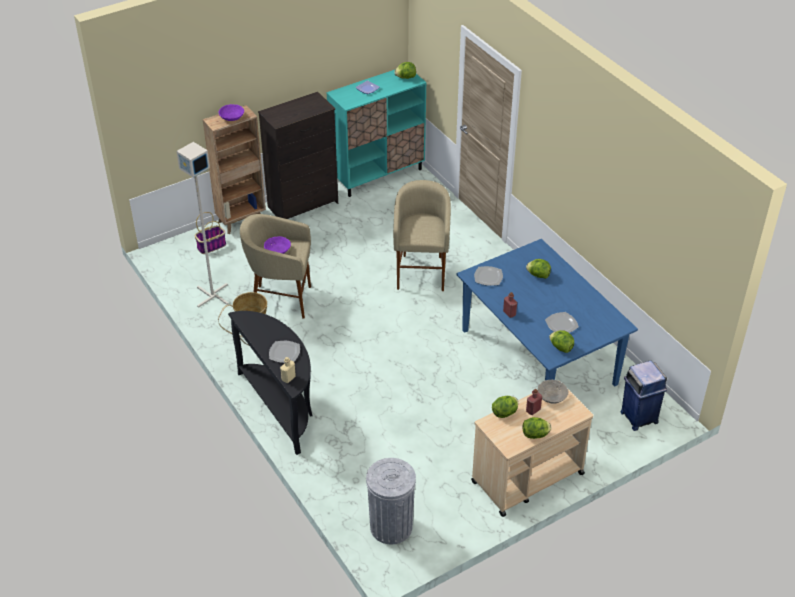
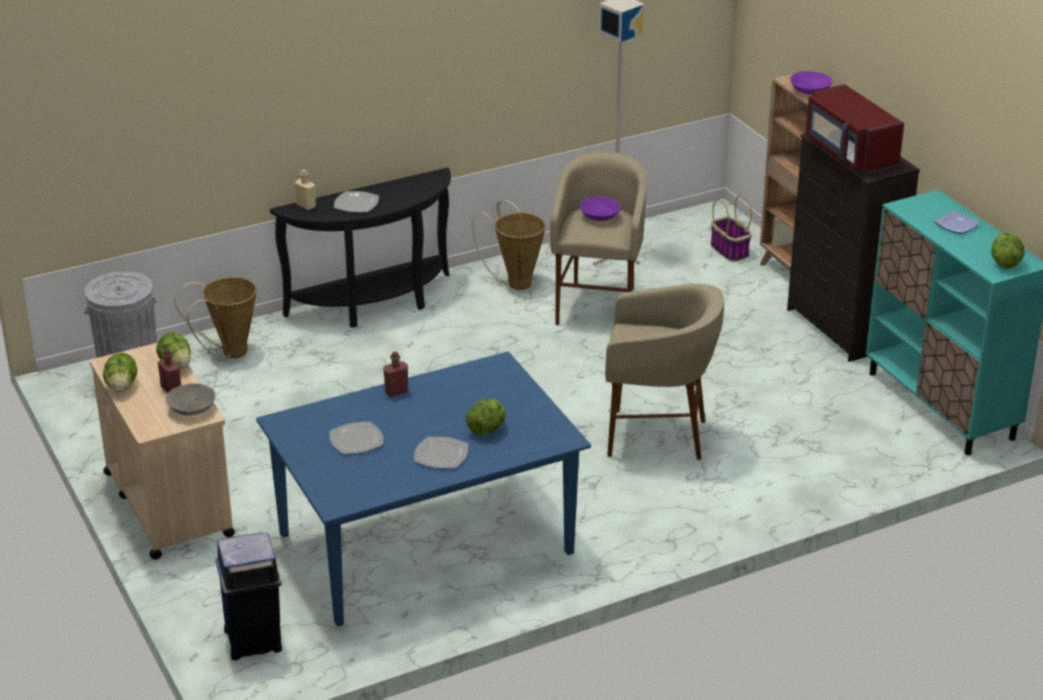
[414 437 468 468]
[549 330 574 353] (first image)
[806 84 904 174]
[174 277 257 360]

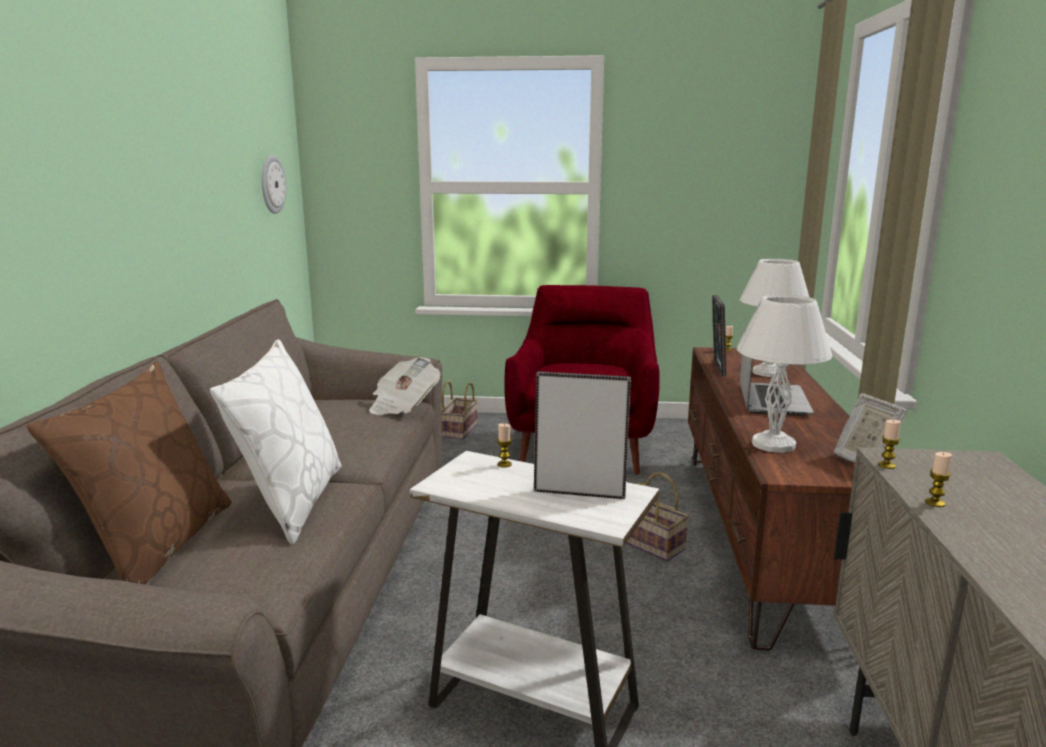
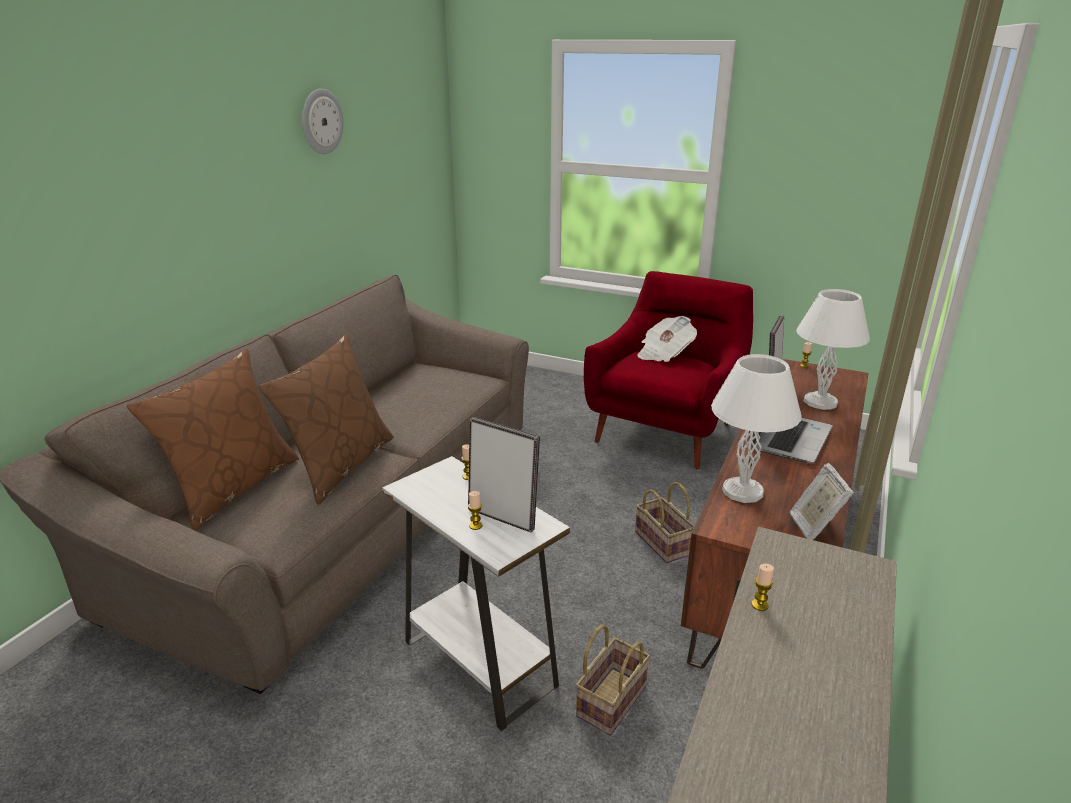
[302 89 344 154]
[259 334 394 505]
[637 316 697 362]
[576 625 650 736]
[468 491 482 530]

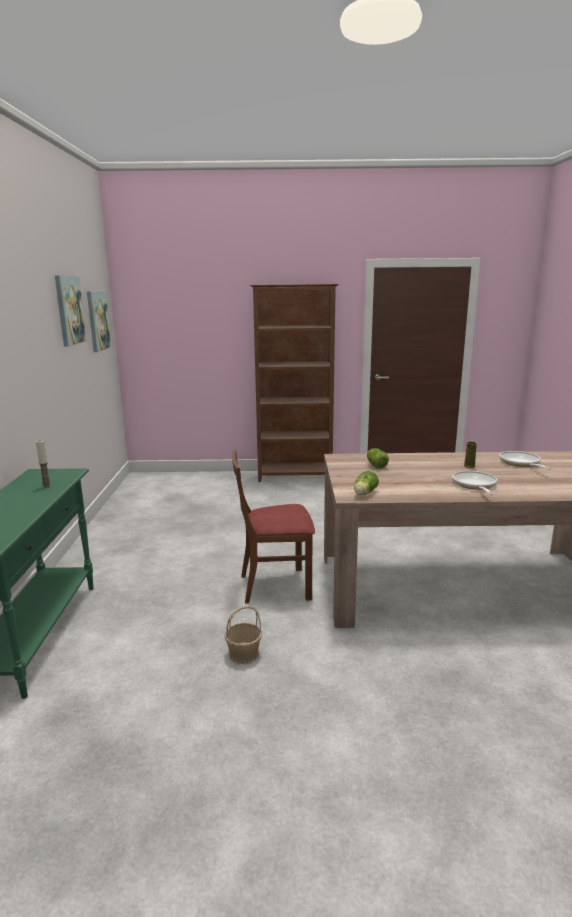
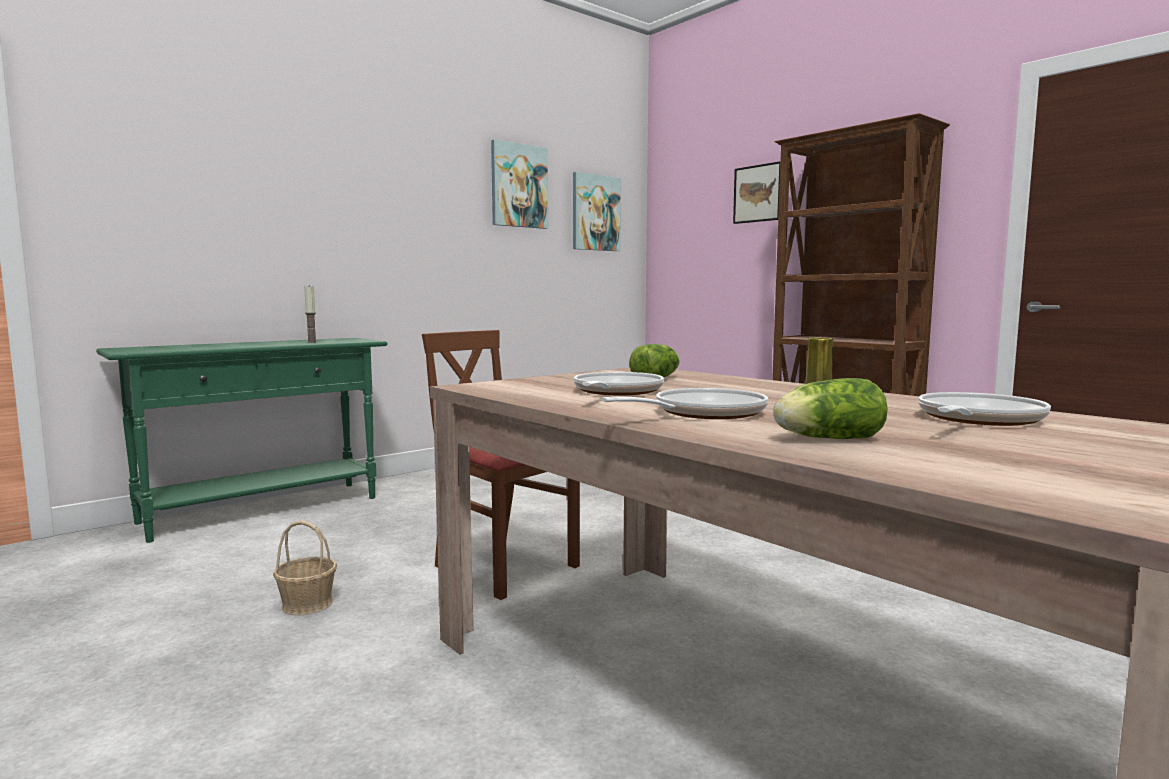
[773 378 888 439]
[733 161 780 224]
[574 372 664 395]

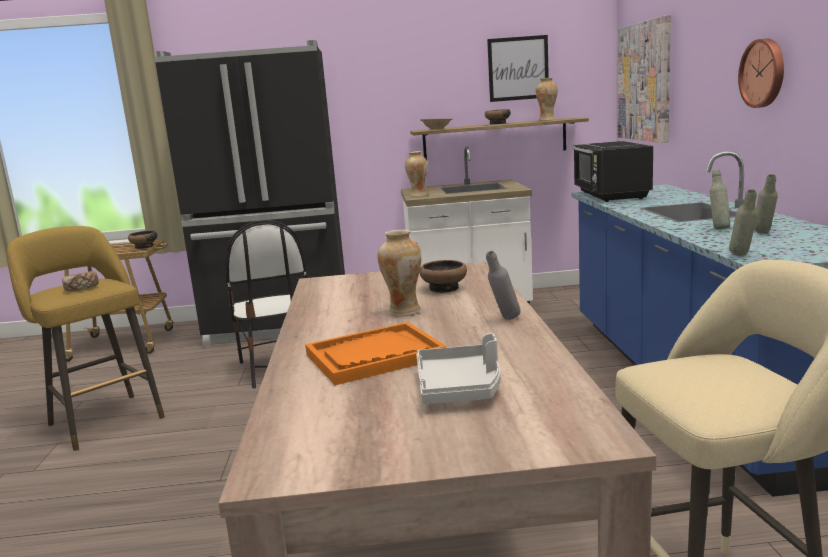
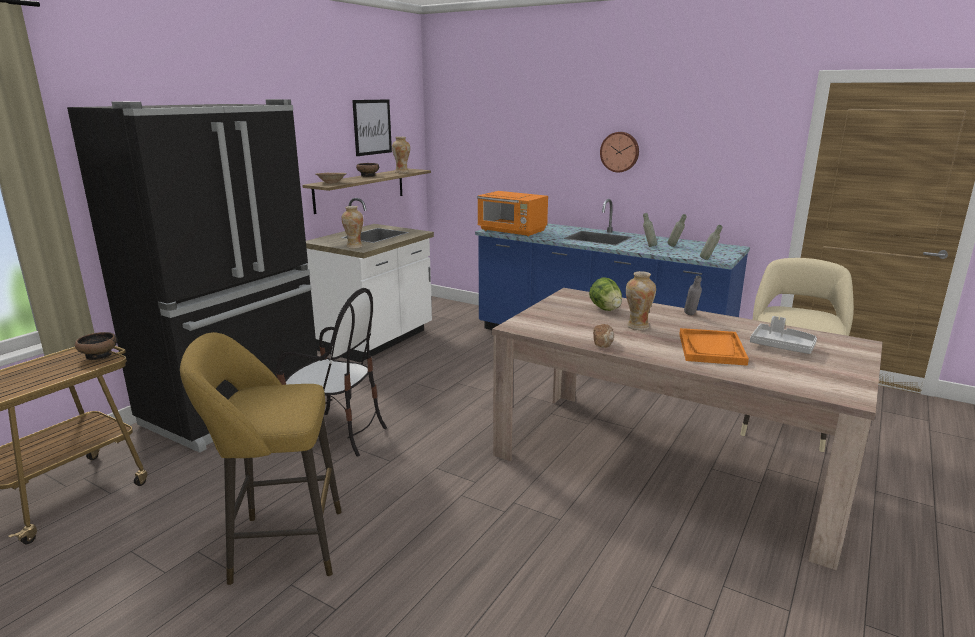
[618 15 671 143] (first image)
[477 191 548 237]
[589 277 622 311]
[593 324 614 348]

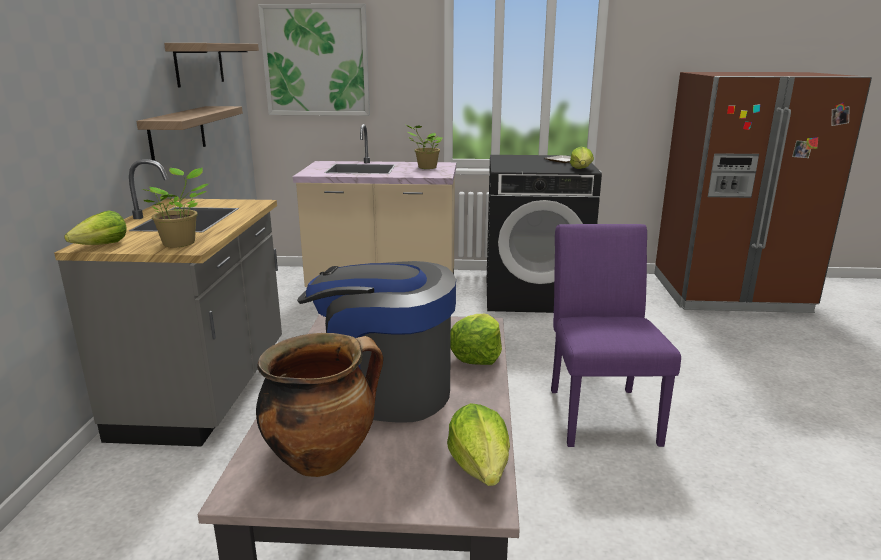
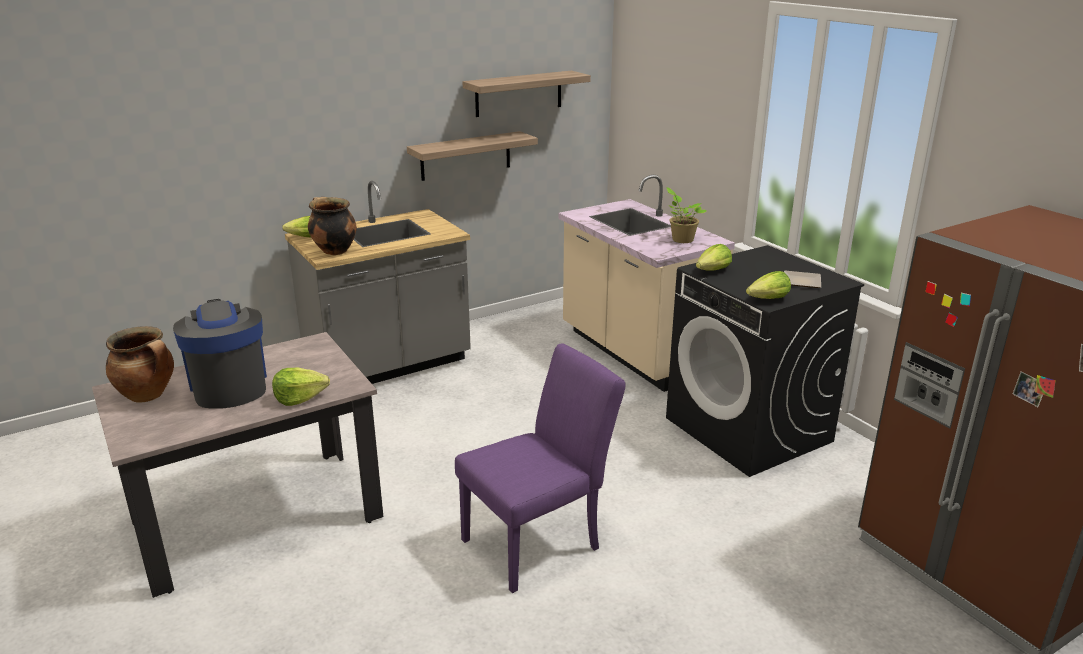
[258 4 370 116] (first image)
[308 197 357 255]
[696 244 732 271]

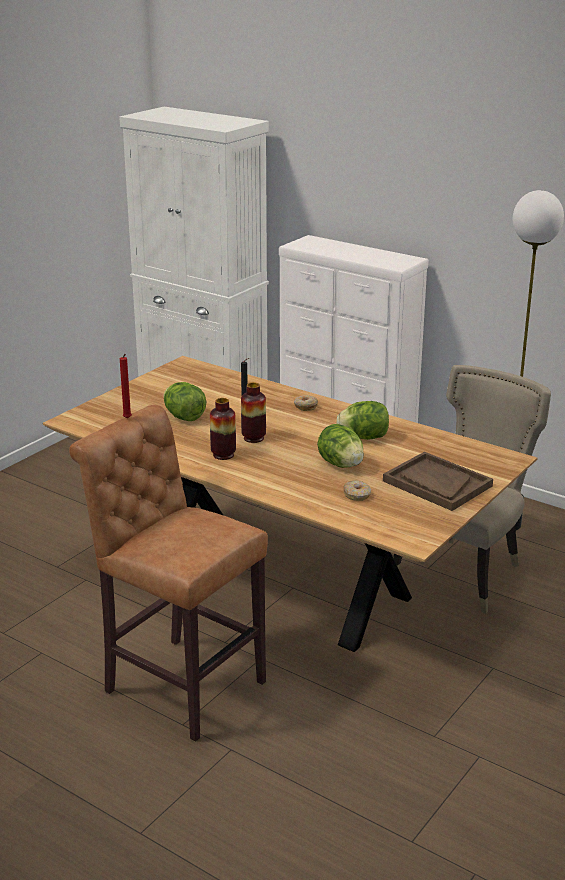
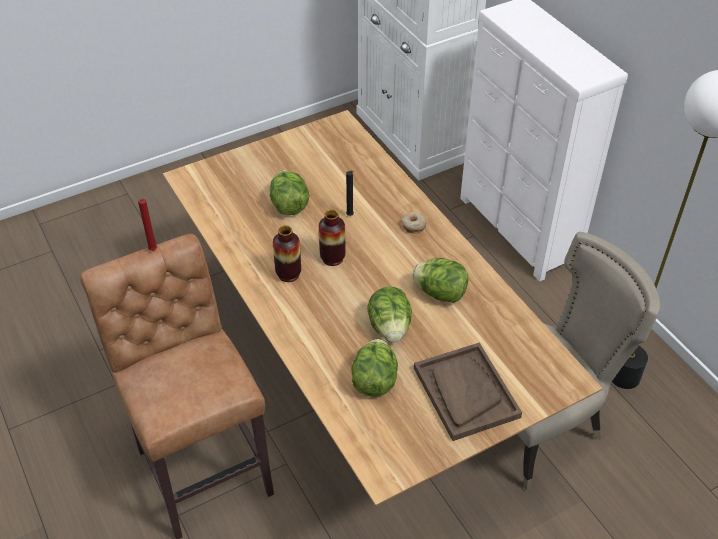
[352 339 398 397]

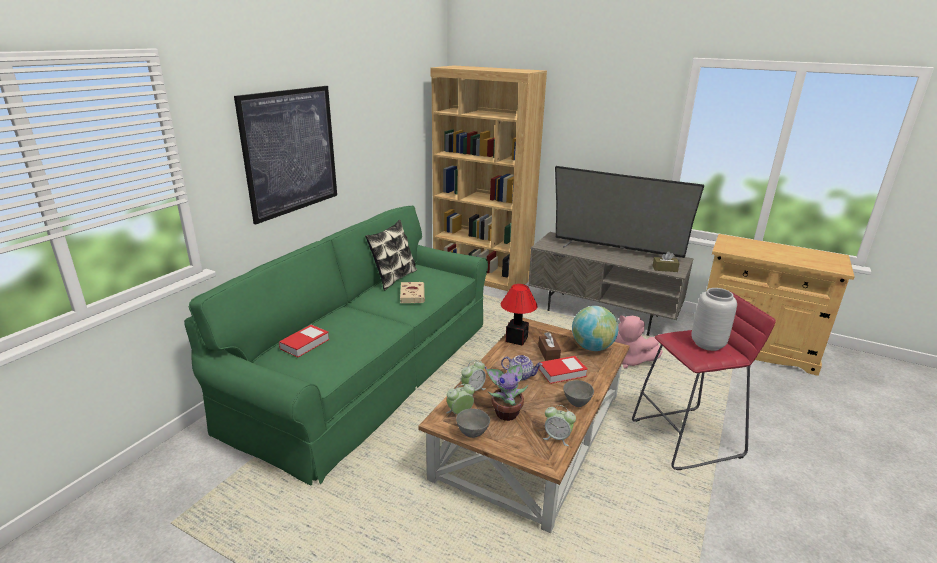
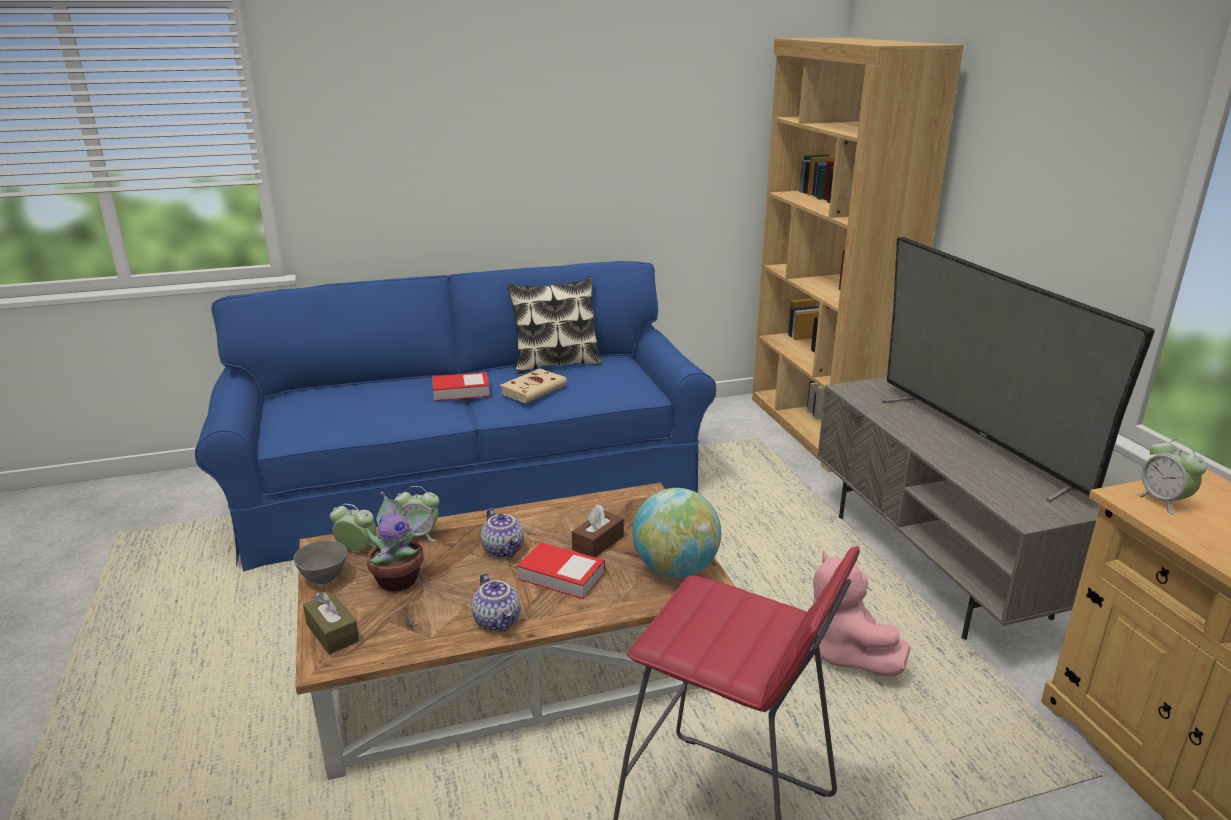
[234 86 337 224] (first image)
[195 261 716 571]
[303 592 359 655]
[501 284 538 345] (first image)
[692 288 737 351] (first image)
[432 372 490 401]
[472 573 521 631]
[1135 439 1207 515]

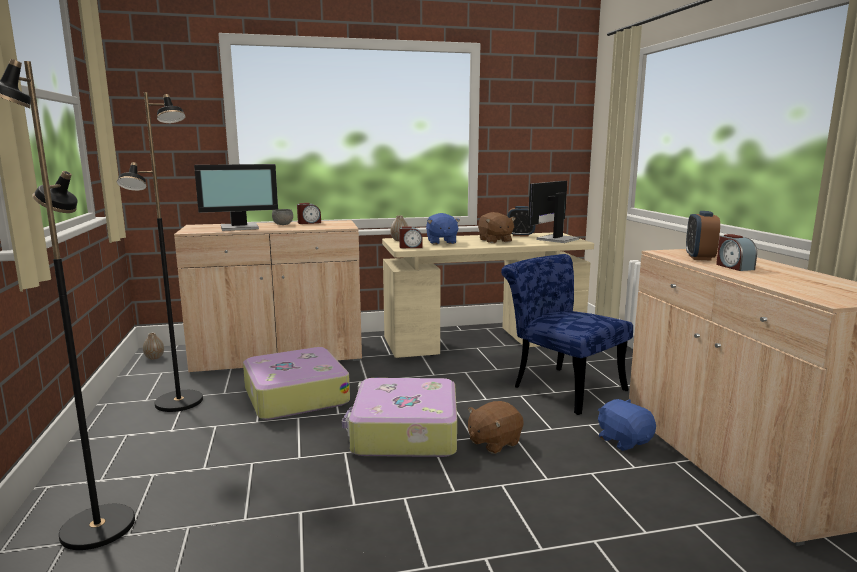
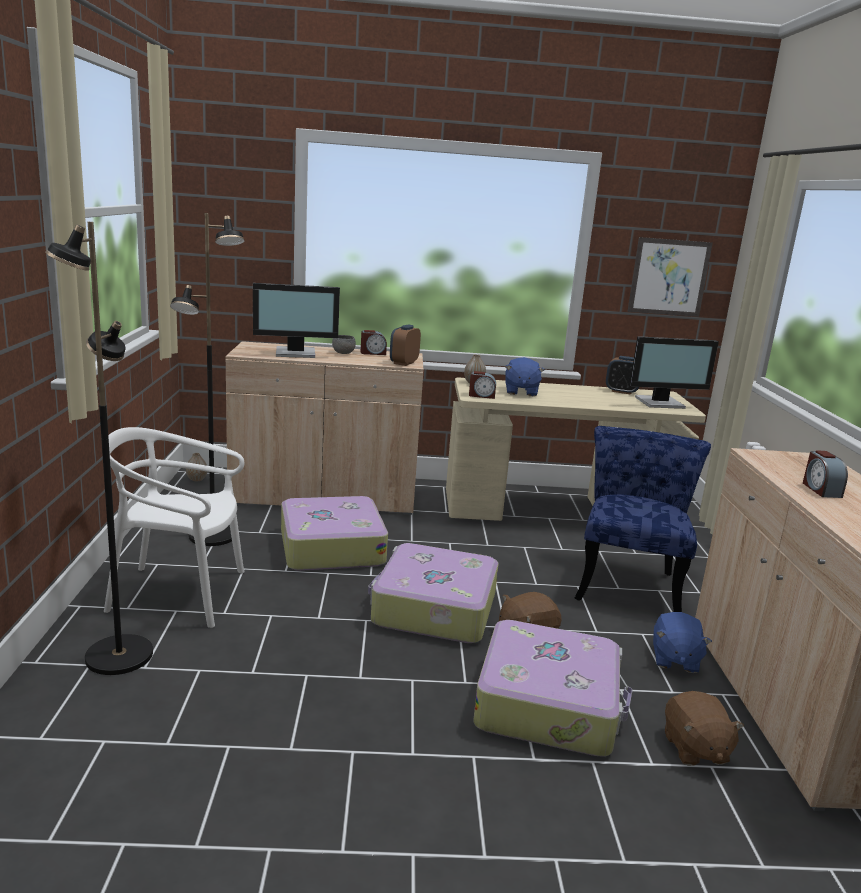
[630 336 719 409]
[390 325 421 366]
[665 691 744 766]
[574 426 711 612]
[653 612 712 673]
[627 237 713 317]
[104 427 245 628]
[473 620 633 757]

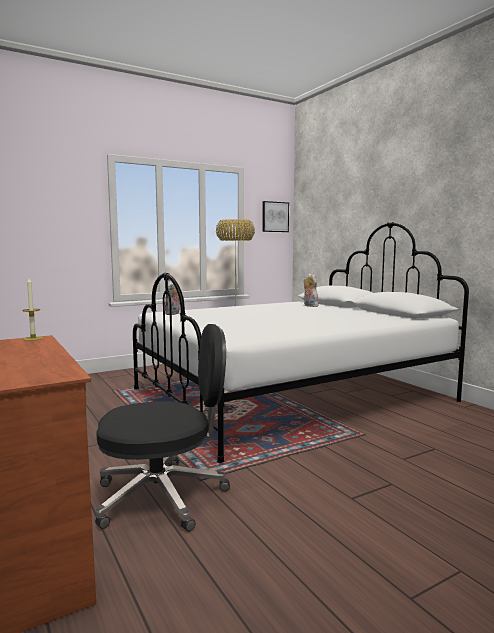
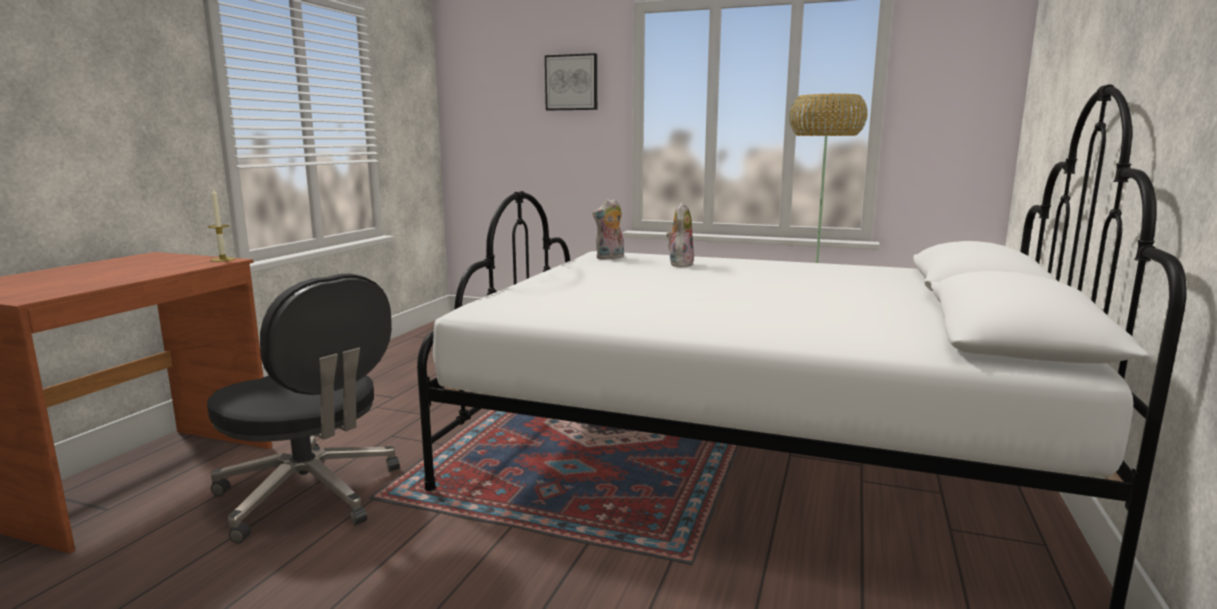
[545 53 597 110]
[666 202 694 267]

